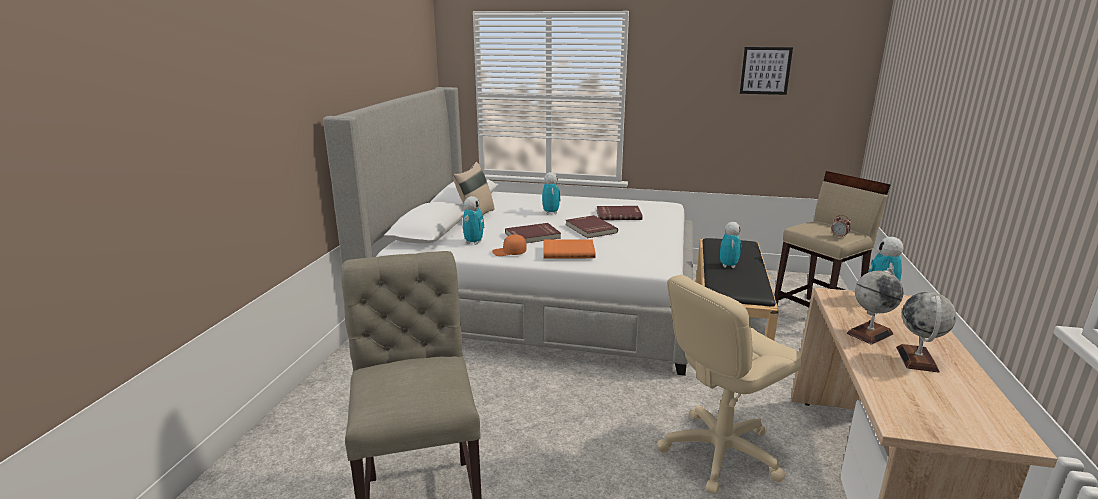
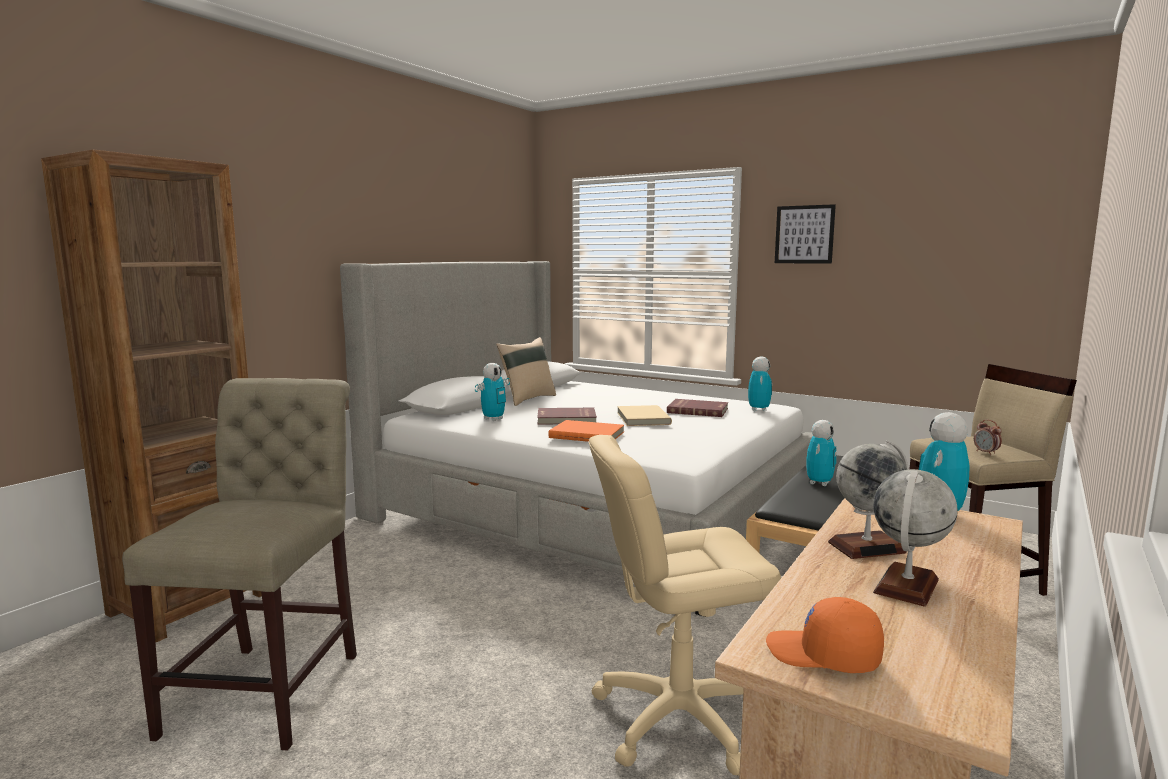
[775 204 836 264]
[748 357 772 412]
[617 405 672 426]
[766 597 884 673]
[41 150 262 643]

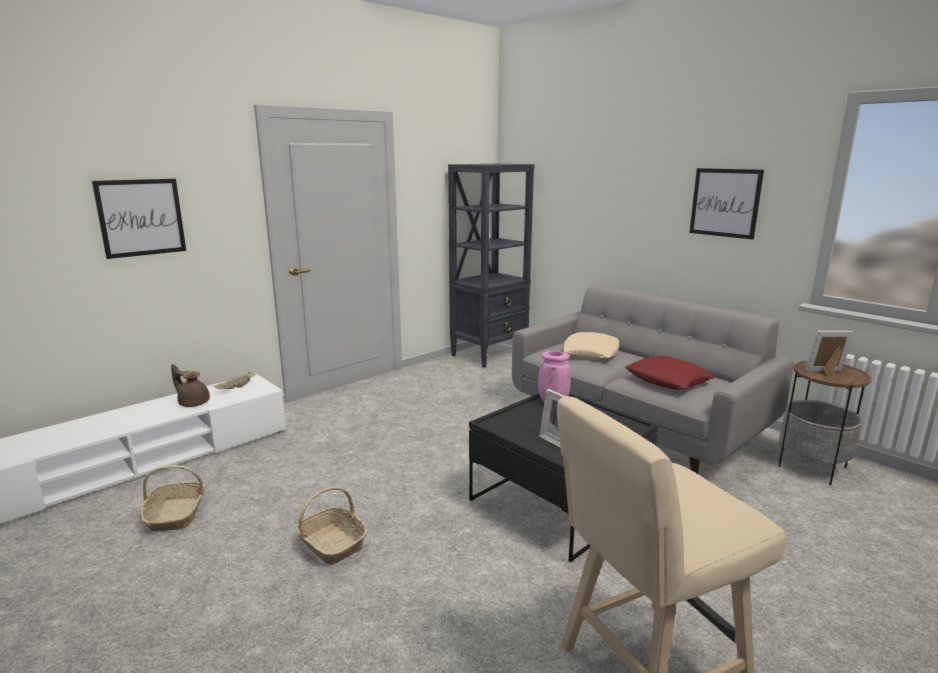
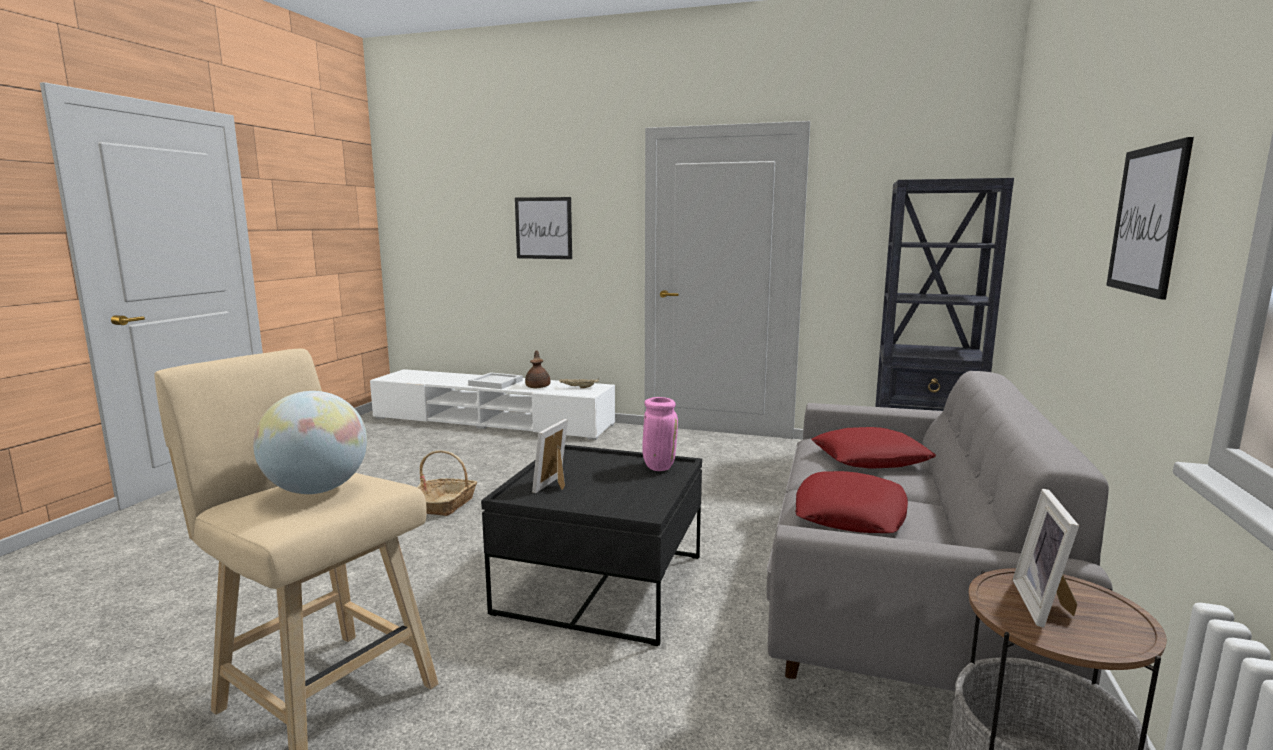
[1013 489 1079 628]
[812 427 936 469]
[140 465 205 531] (first image)
[468 372 523 389]
[253 391 367 494]

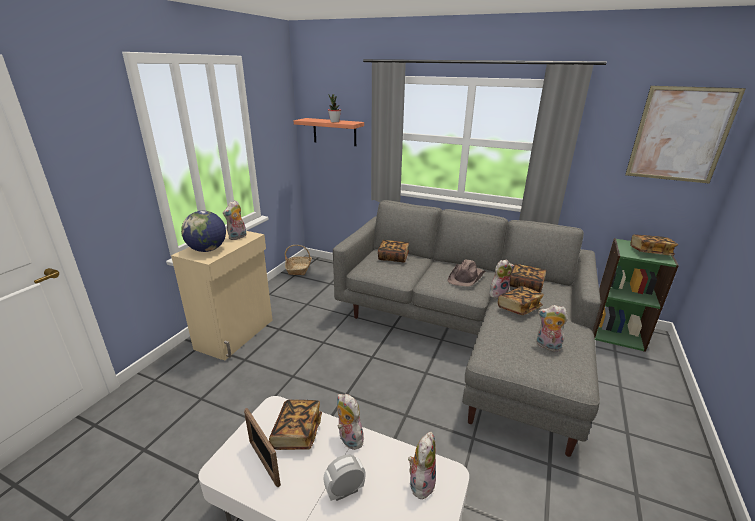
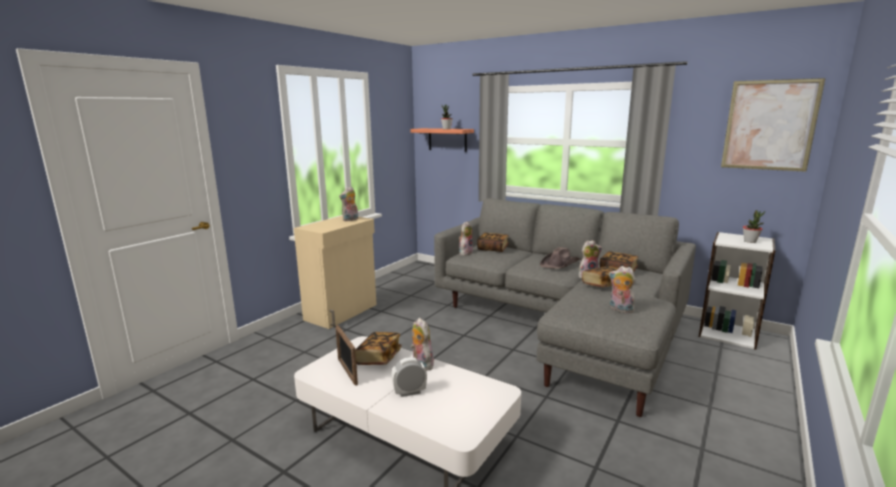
[181 211 226 252] (first image)
[743 210 765 243]
[699 232 776 350]
[285 245 312 275] (first image)
[459 222 473 256]

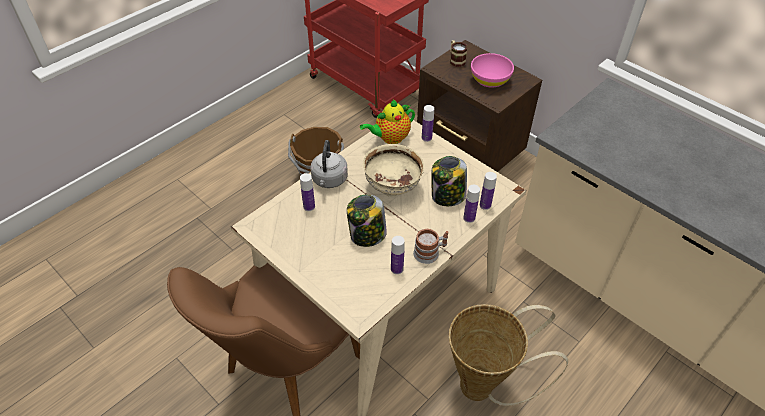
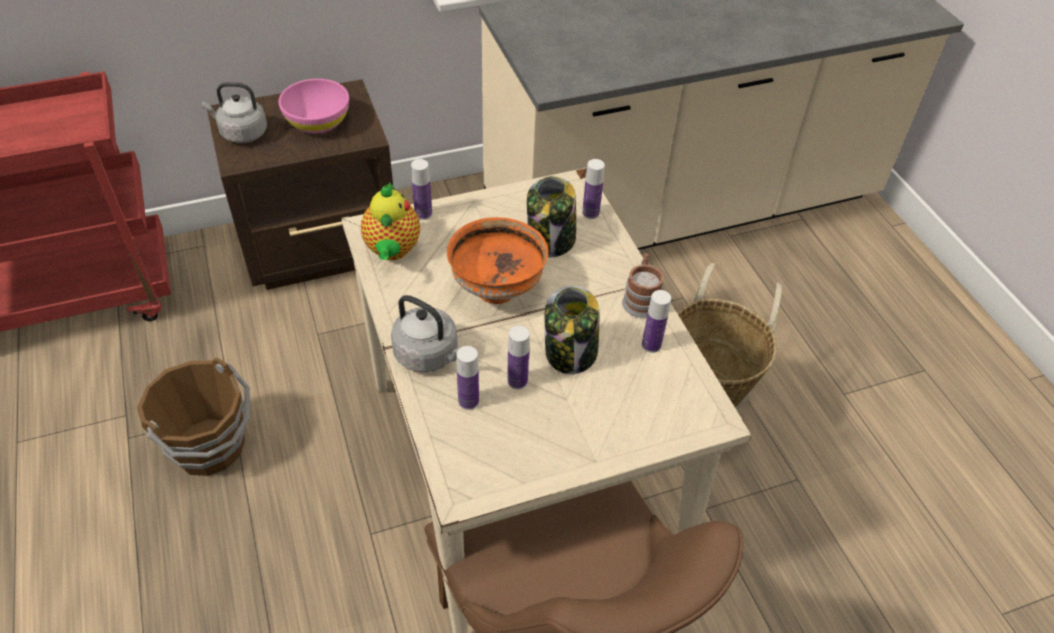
[202 82 267 143]
[447 217 549 304]
[507 326 530 389]

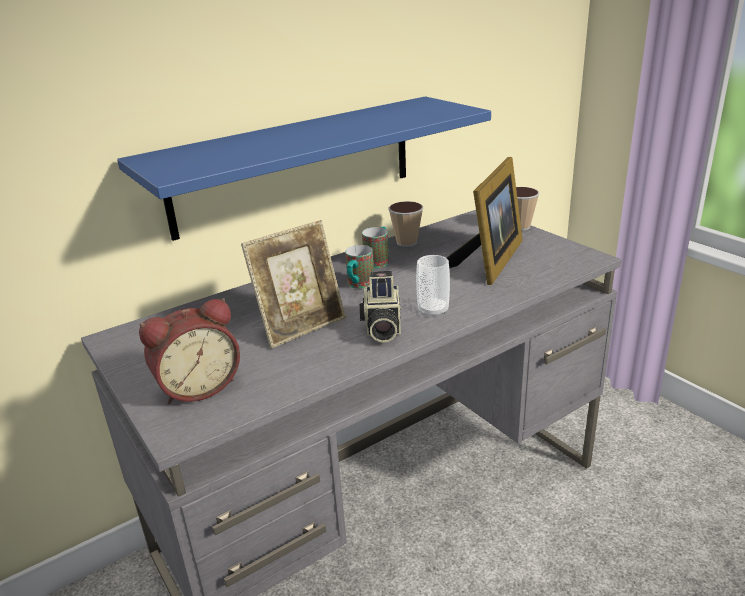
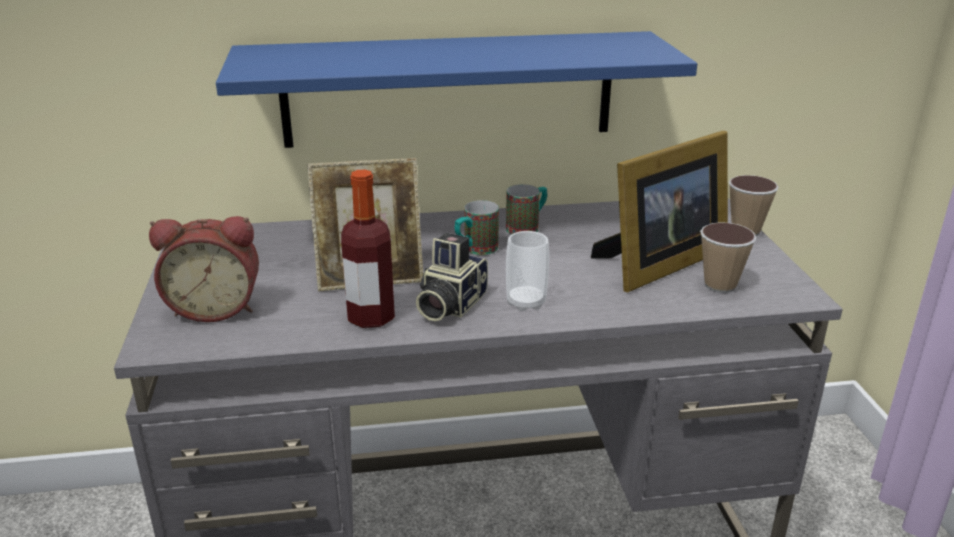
[700 222 757 293]
[341 170 395 328]

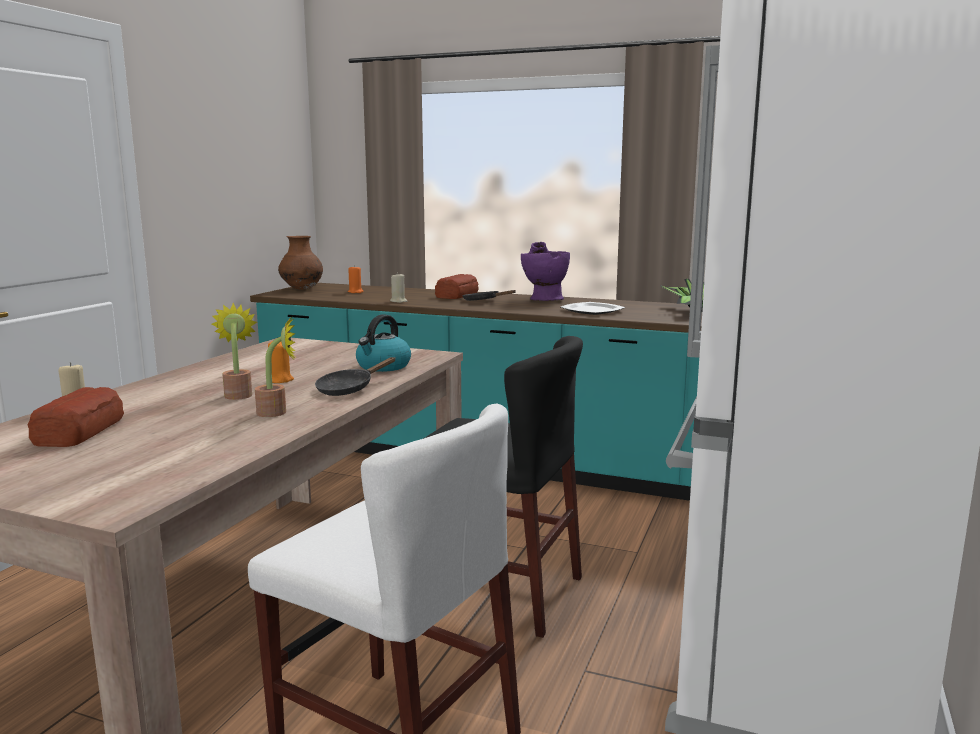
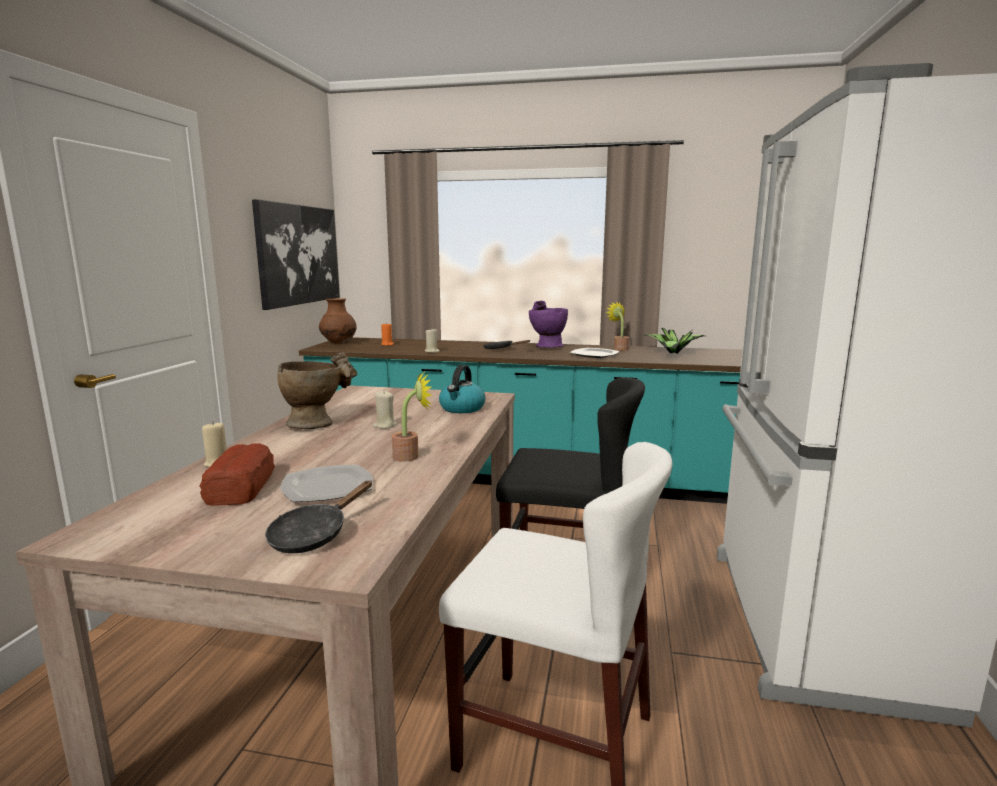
[435 274 479 299] (first image)
[605 301 629 351]
[373 390 397 429]
[265 480 372 553]
[252 199 340 310]
[278 352 357 429]
[280 464 373 502]

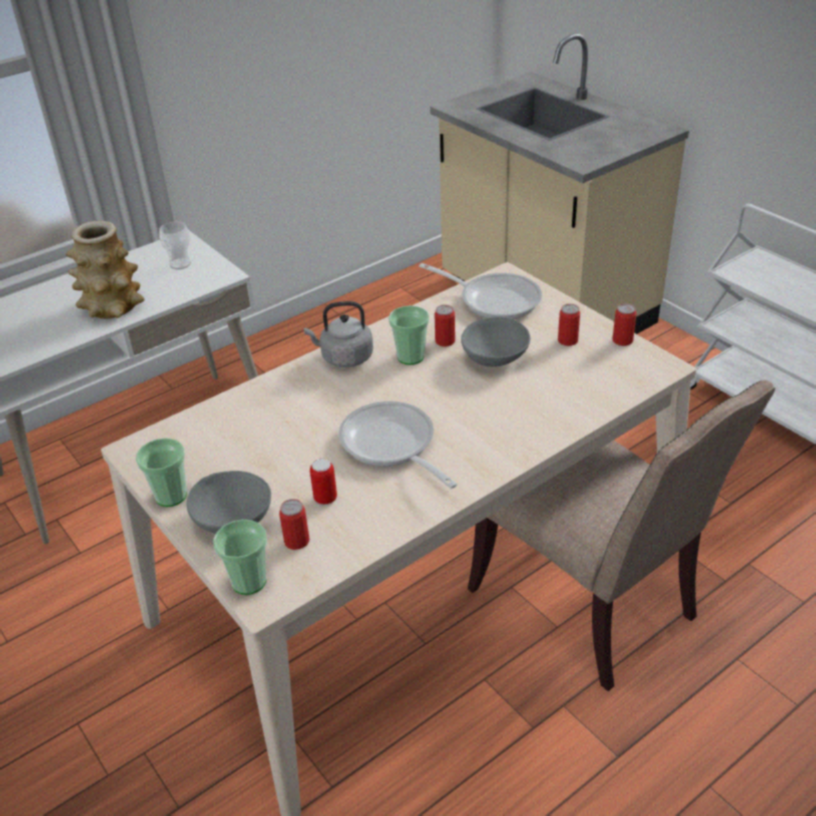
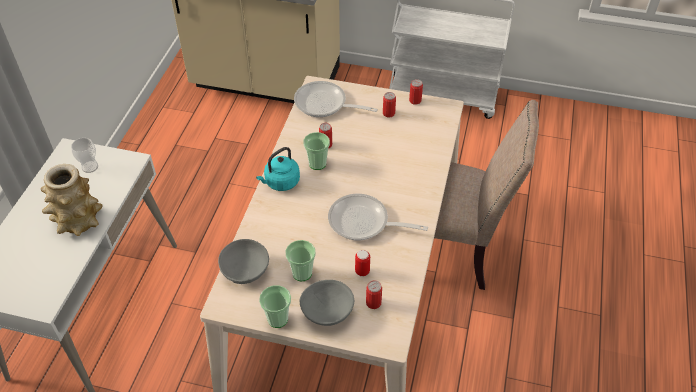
[294 81 378 117]
[256 147 300 191]
[218 239 269 284]
[285 240 316 281]

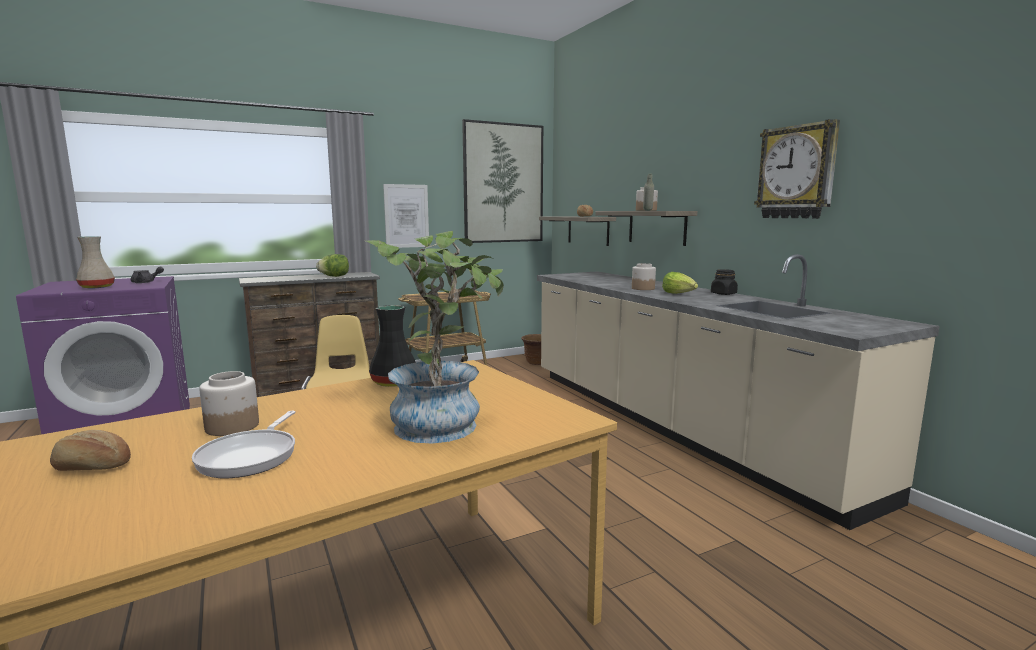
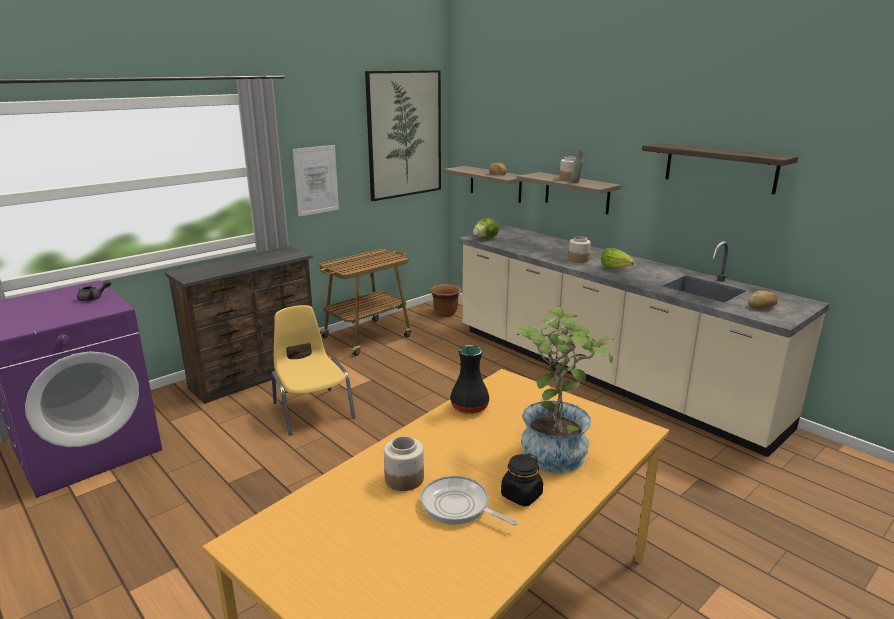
[642 143 798 194]
[76 236 115 288] (first image)
[473 218 499 239]
[501 454 543 506]
[421 476 518 525]
[748 291 778 309]

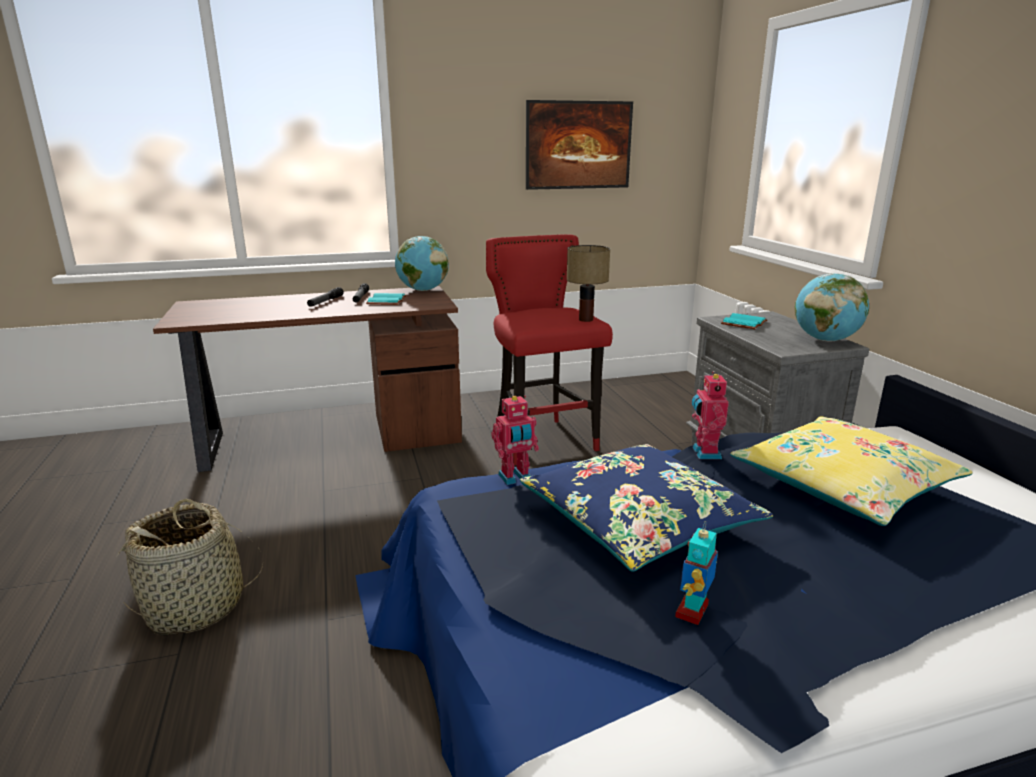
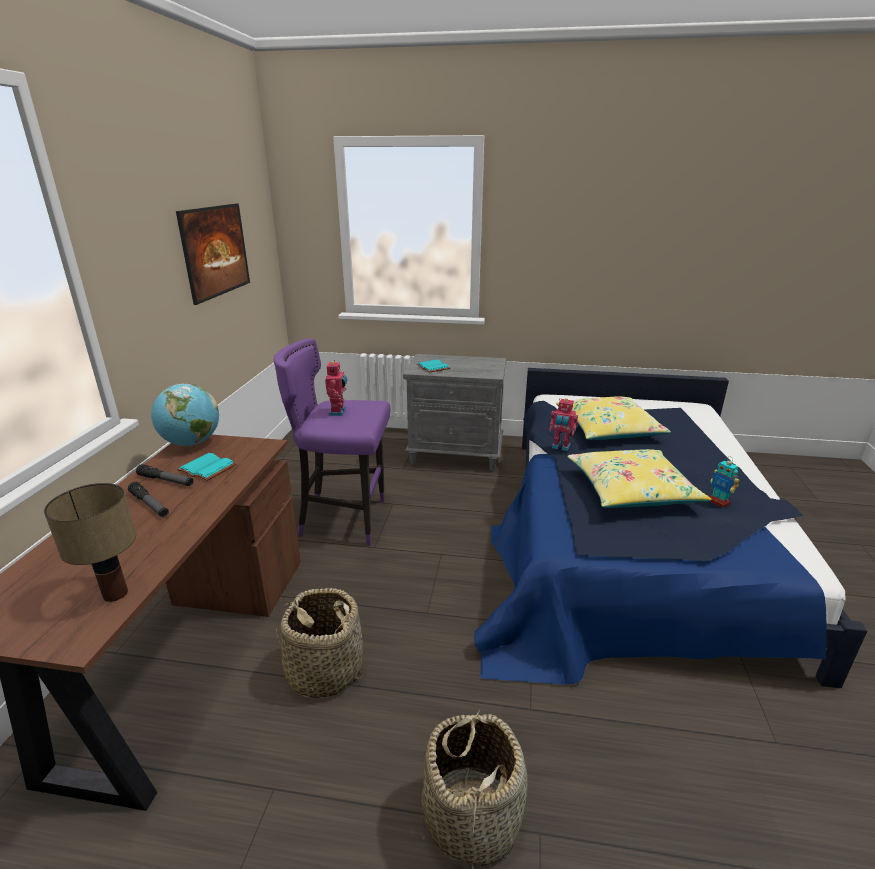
[274 339 390 546]
[44 483 136 602]
[795 273 869 342] (first image)
[325 360 347 416]
[567 449 712 508]
[276 588 367 699]

